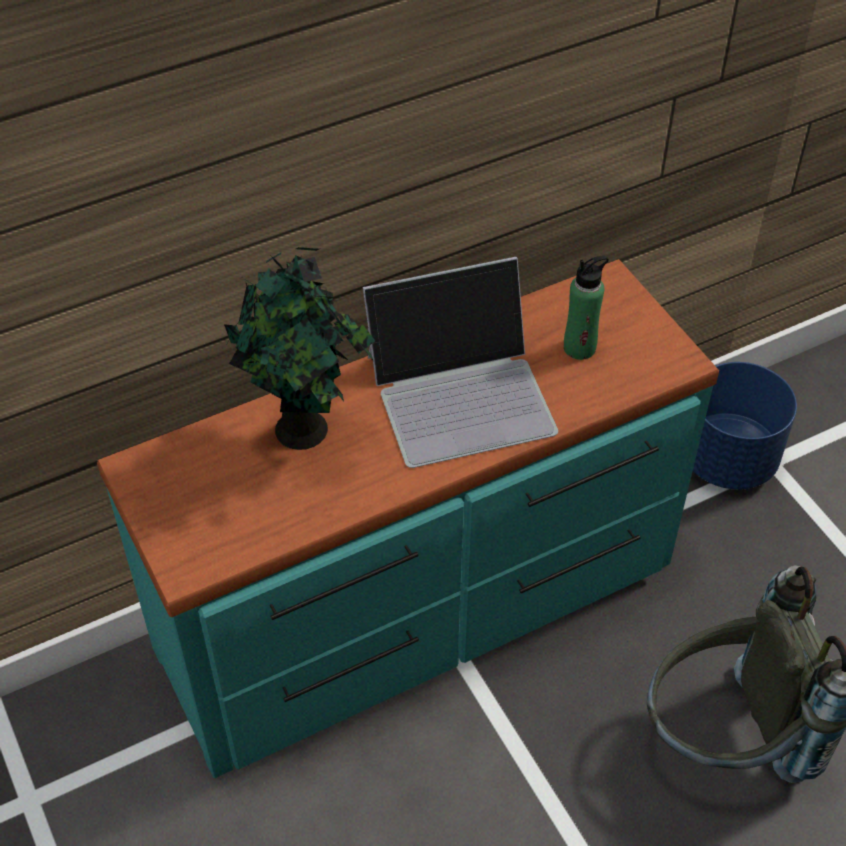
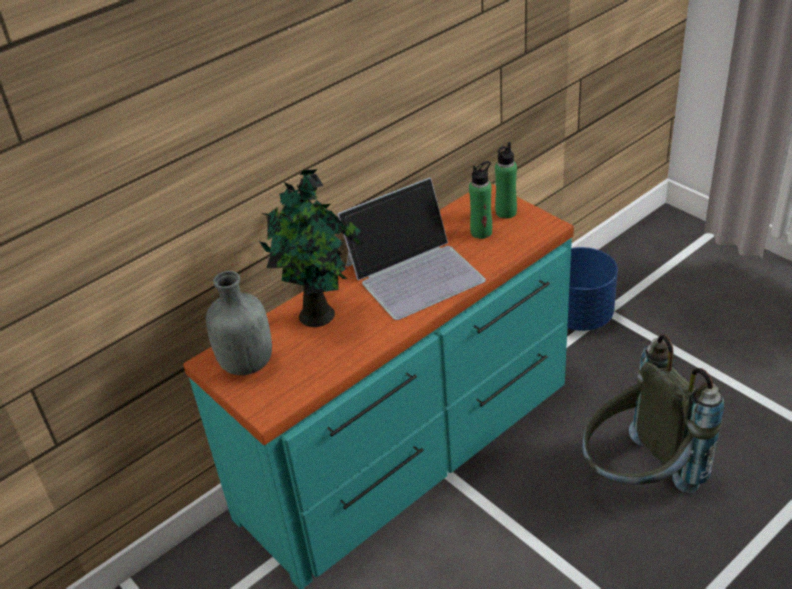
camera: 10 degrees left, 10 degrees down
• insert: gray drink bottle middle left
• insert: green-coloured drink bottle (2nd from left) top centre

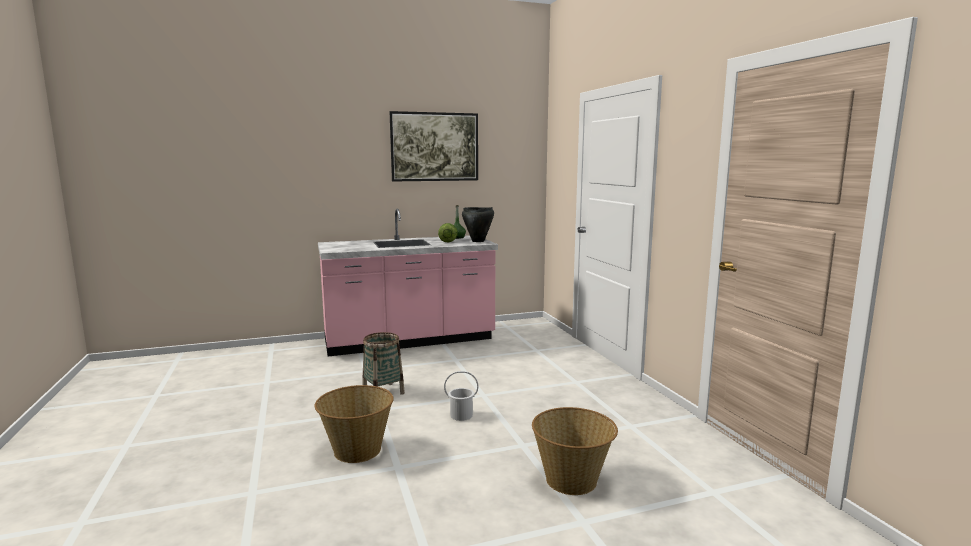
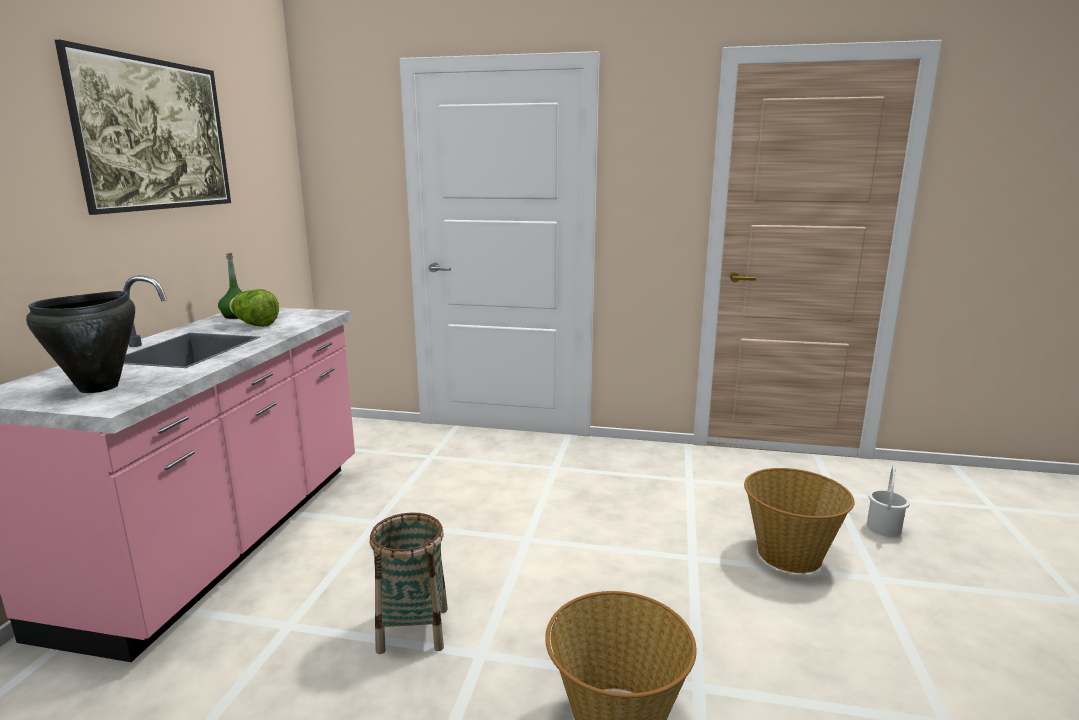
camera: 60 degrees left, 5 degrees up
• move: white bucket bottom centre to bottom right
• move: blackish stockpot centre to middle left

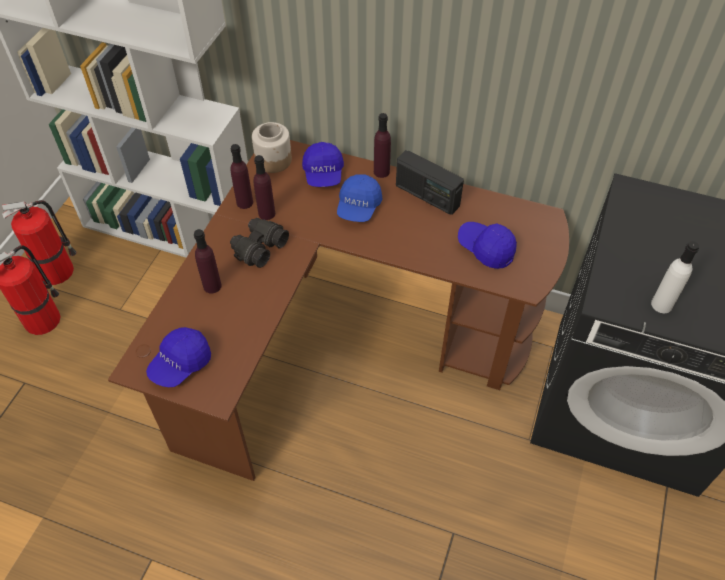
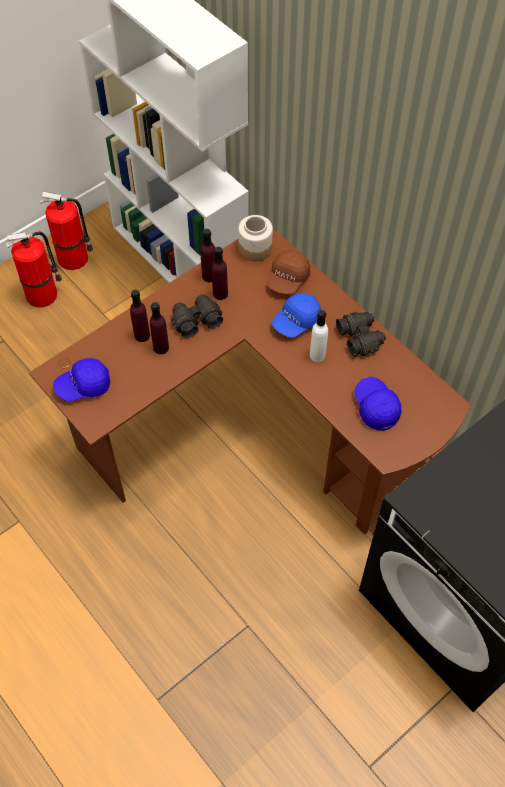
camera: 30 degrees right, 5 degrees up
• recolor: bluish baseball cap (2nd from left) top centre to brown-coloured baseball cap centre
• move: purplish drink bottle (4th from left in the first image) top centre to purplish drink bottle (2nd from left) middle left
• replace: radio receiver top centre to blackish field glasses (2nd from left) middle right
• move: white drink bottle middle right to centre

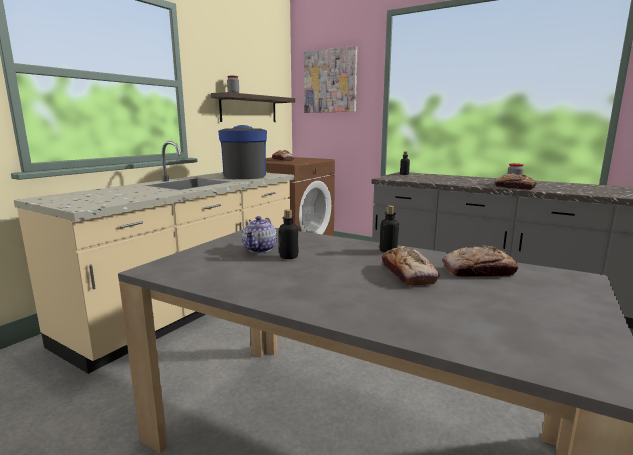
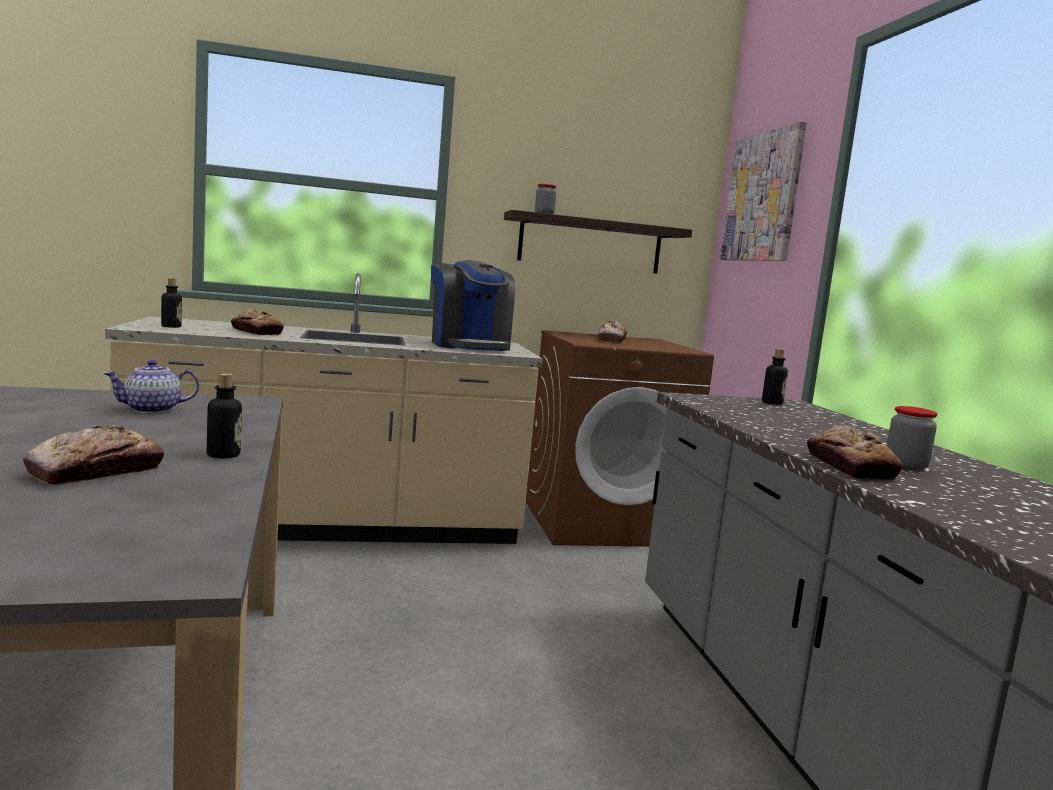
camera: 45 degrees right, 5 degrees down
• rotate: coffee maker centre = centre 120 degrees clockwise
• move: drink bottle (1st from left) centre to middle left
• move: baked bread (3rd from left in the first image) middle right to baked bread (2nd from left) middle left

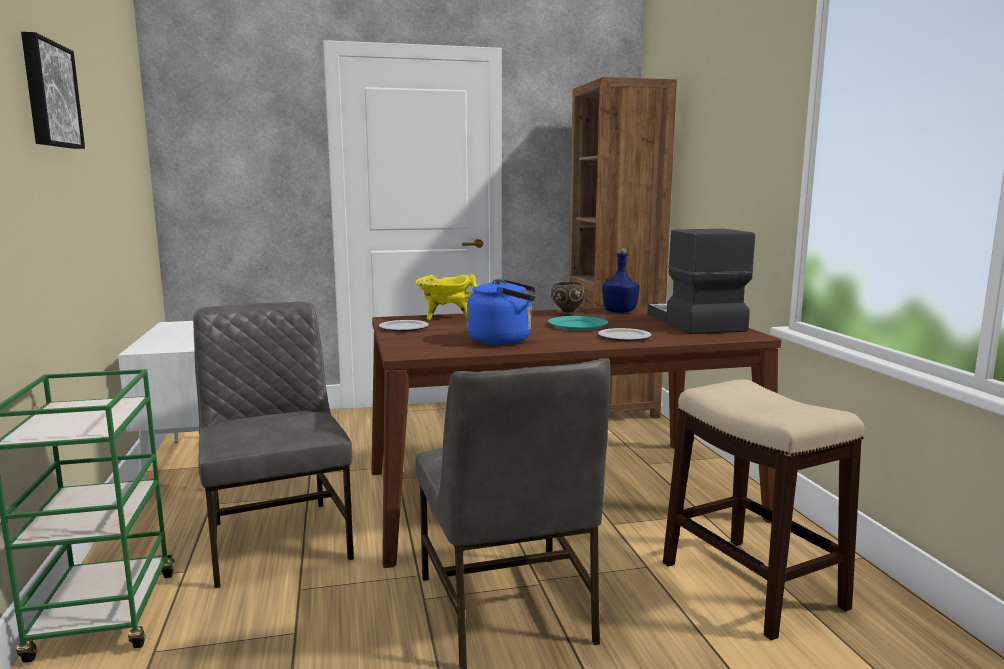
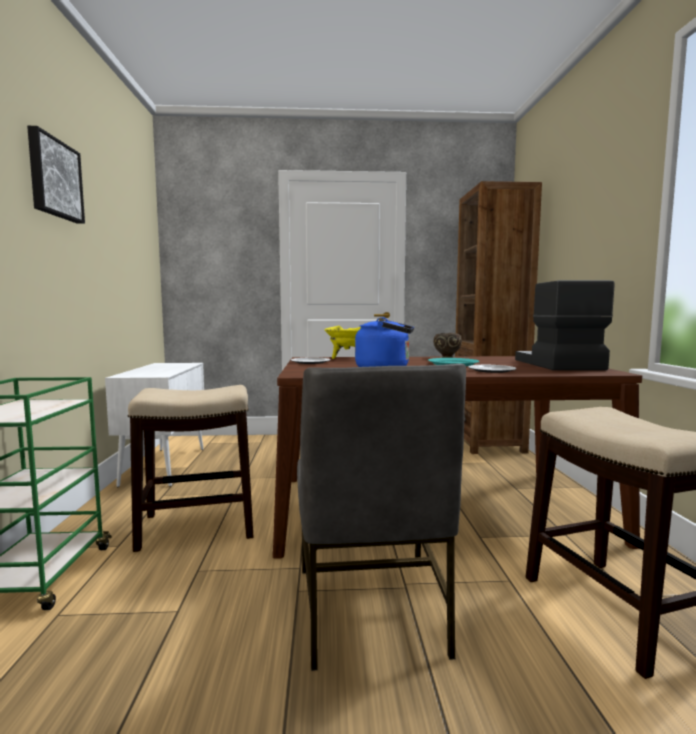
camera: 10 degrees right, 5 degrees down
• replace: gray chair (1st from left) middle left to stool (1st from left) middle left
• delete: bluish drink bottle centre

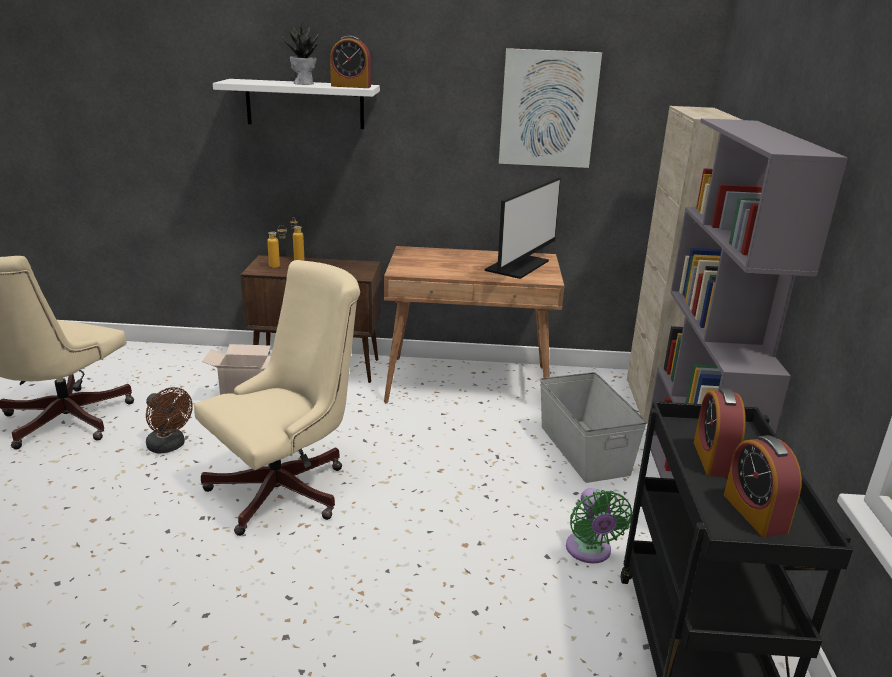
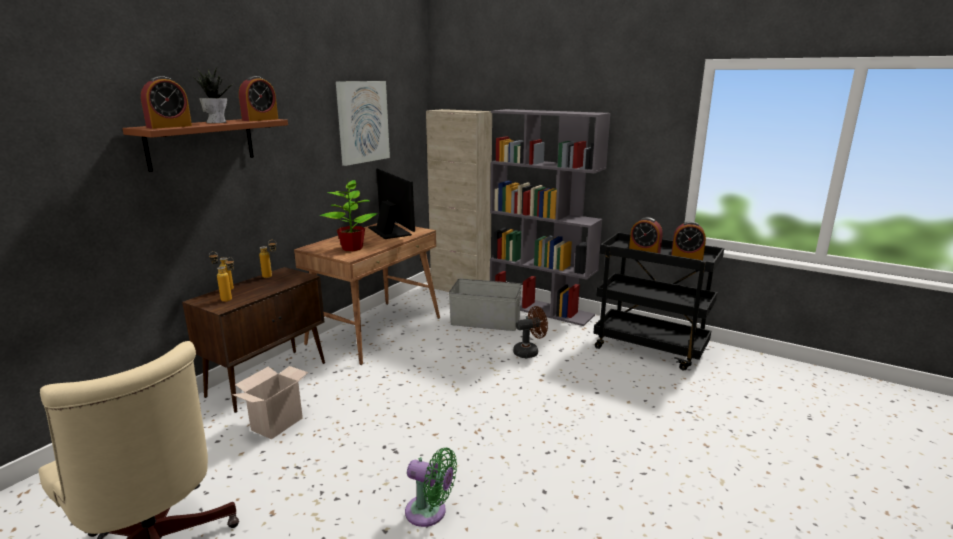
camera: 60 degrees left, 5 degrees down
• move: brown-coloured fan middle left to centre
• delete: beige office chair (2nd from left) middle left
• recolor: white wall shelf top left to brown-coloured wall shelf top left
• move: green-coloured fan bottom right to bottom centre
• insert: bedside clock (1st from left) top left
• insert: drink bottle (3rd from left) middle left
• insert: houseplant (2nd from left) centre

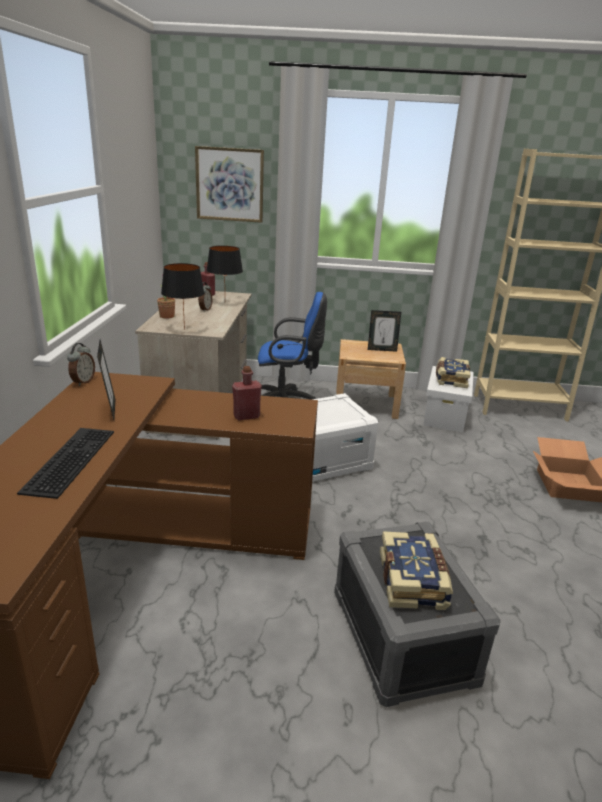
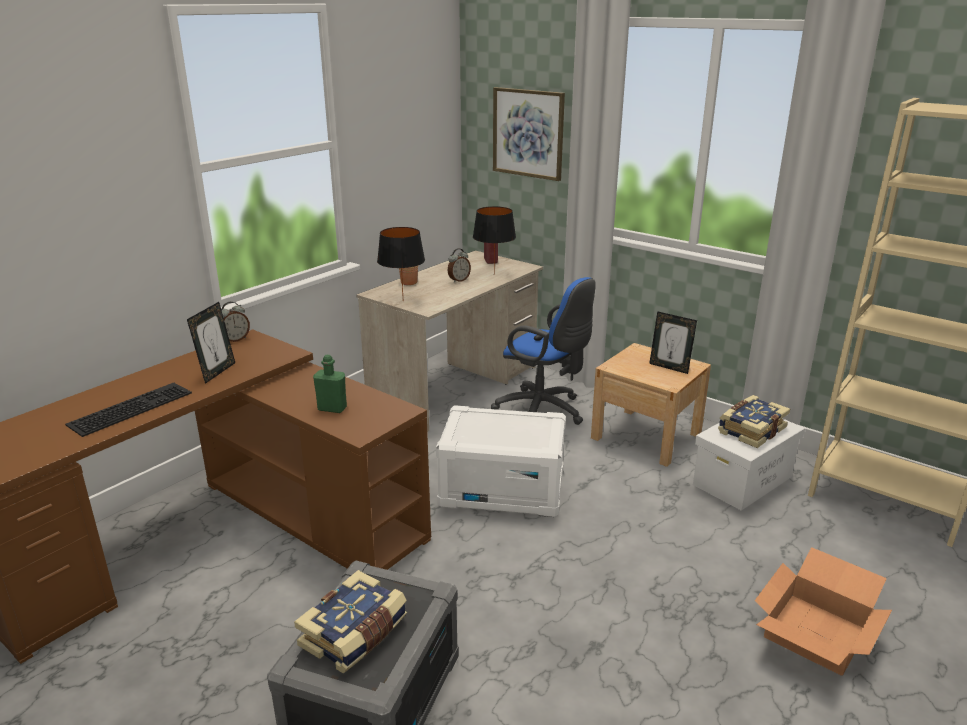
camera: 35 degrees right, 0 degrees up
• recolor: reddish drink bottle (2nd from left) centre to green-coloured drink bottle centre

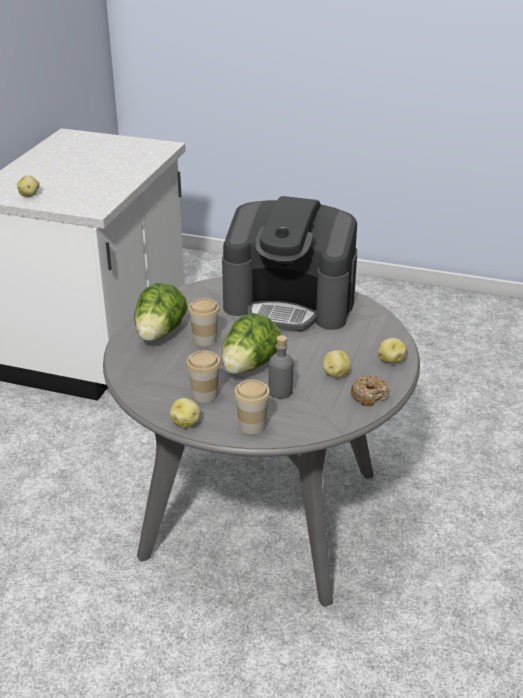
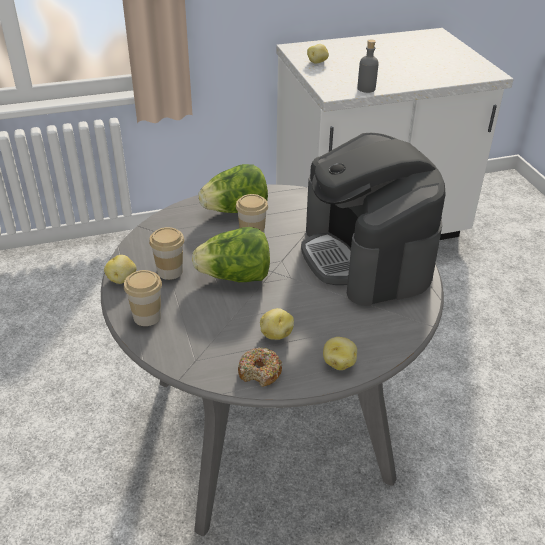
camera: 55 degrees right, 5 degrees up
• move: gray drink bottle centre to top right

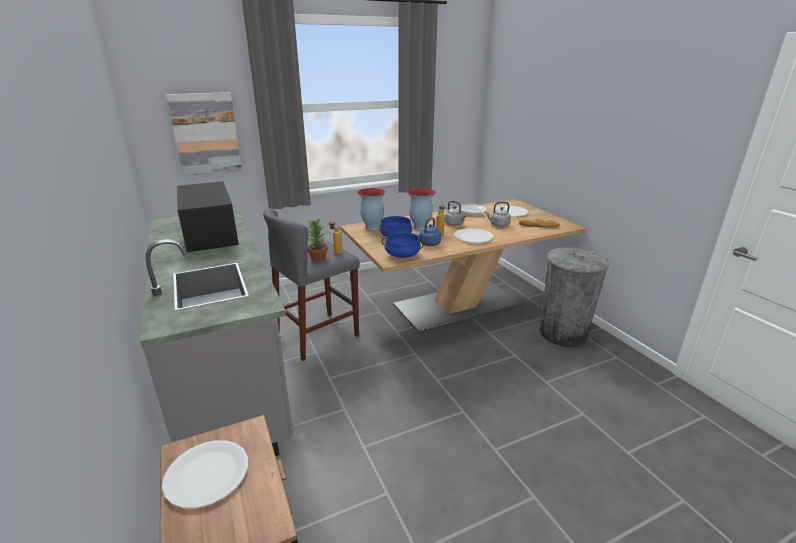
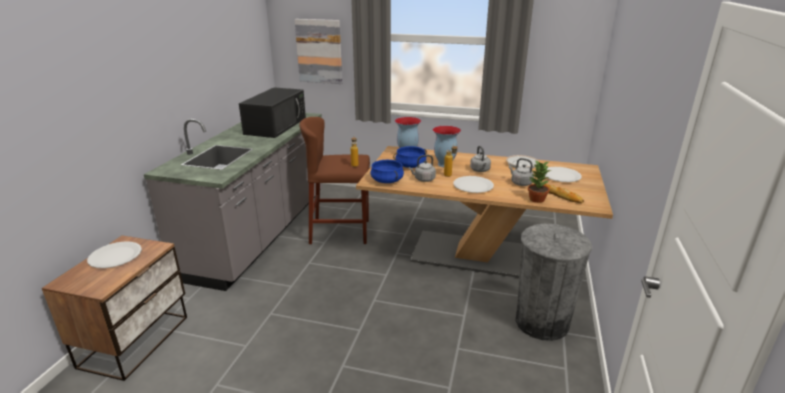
camera: 40 degrees right, 0 degrees up
• recolor: gray stool centre to brown-coloured stool centre
• move: houseplant centre to middle right
• recolor: bluish kettle centre to gray kettle (1st from left) centre

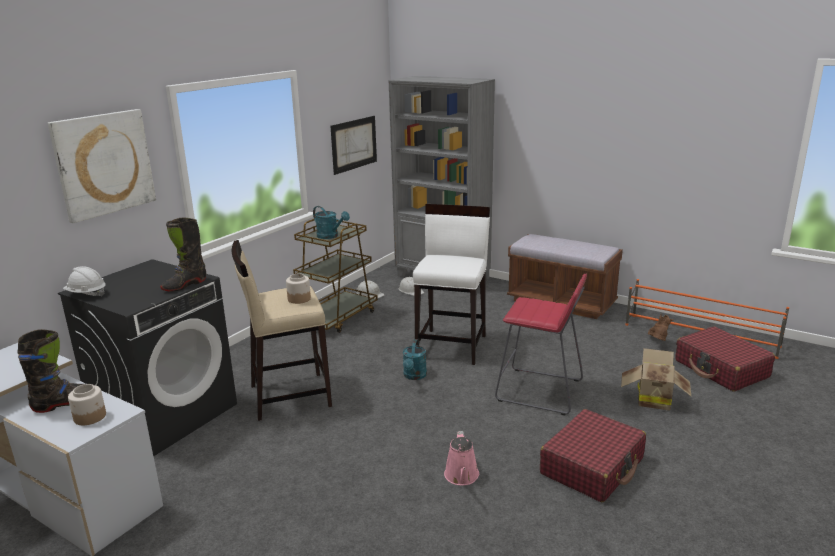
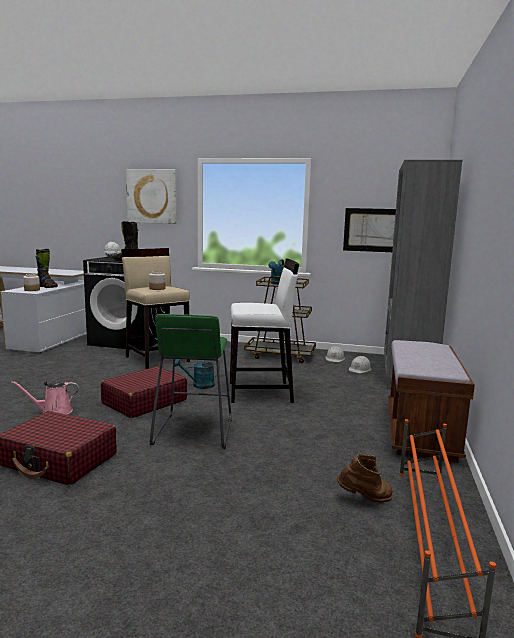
camera: 70 degrees right, 10 degrees down
• recolor: reddish stool centre to green-coloured stool centre
• delete: packing box bottom right
• move: reddish piece of luggage (2nd from left) middle right to middle left

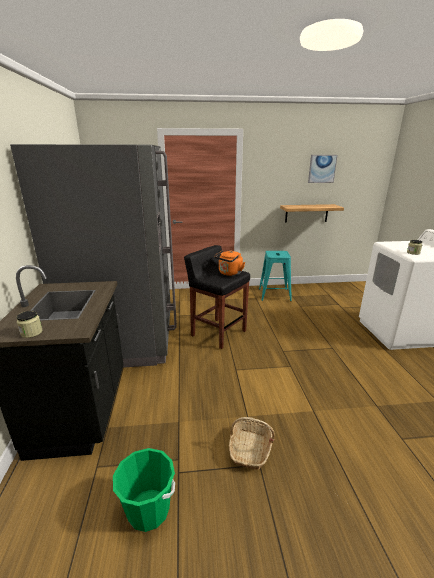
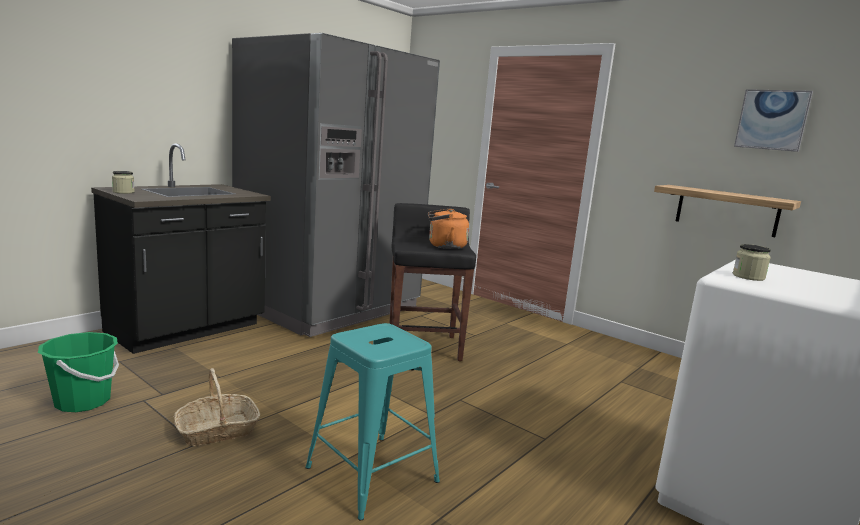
camera: 45 degrees right, 10 degrees down
• move: blue-green stool centre to bottom centre

